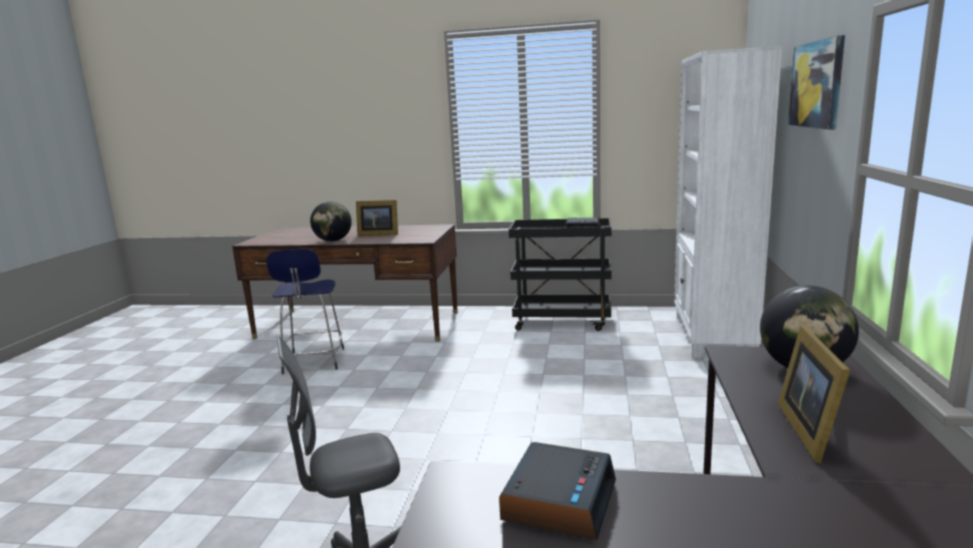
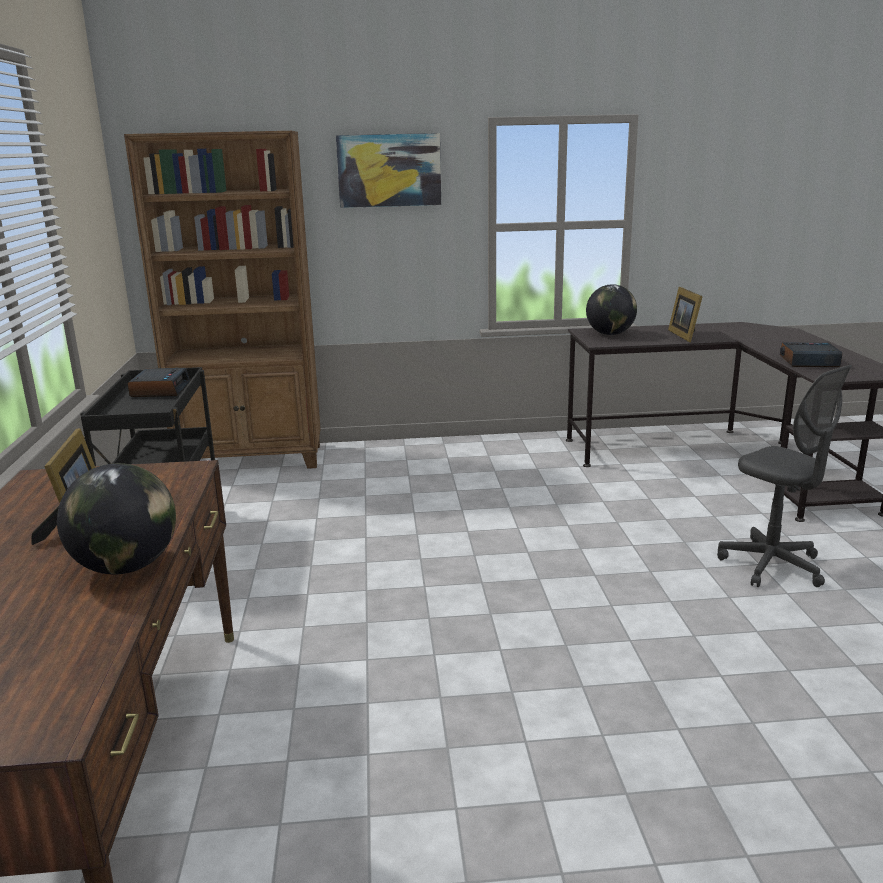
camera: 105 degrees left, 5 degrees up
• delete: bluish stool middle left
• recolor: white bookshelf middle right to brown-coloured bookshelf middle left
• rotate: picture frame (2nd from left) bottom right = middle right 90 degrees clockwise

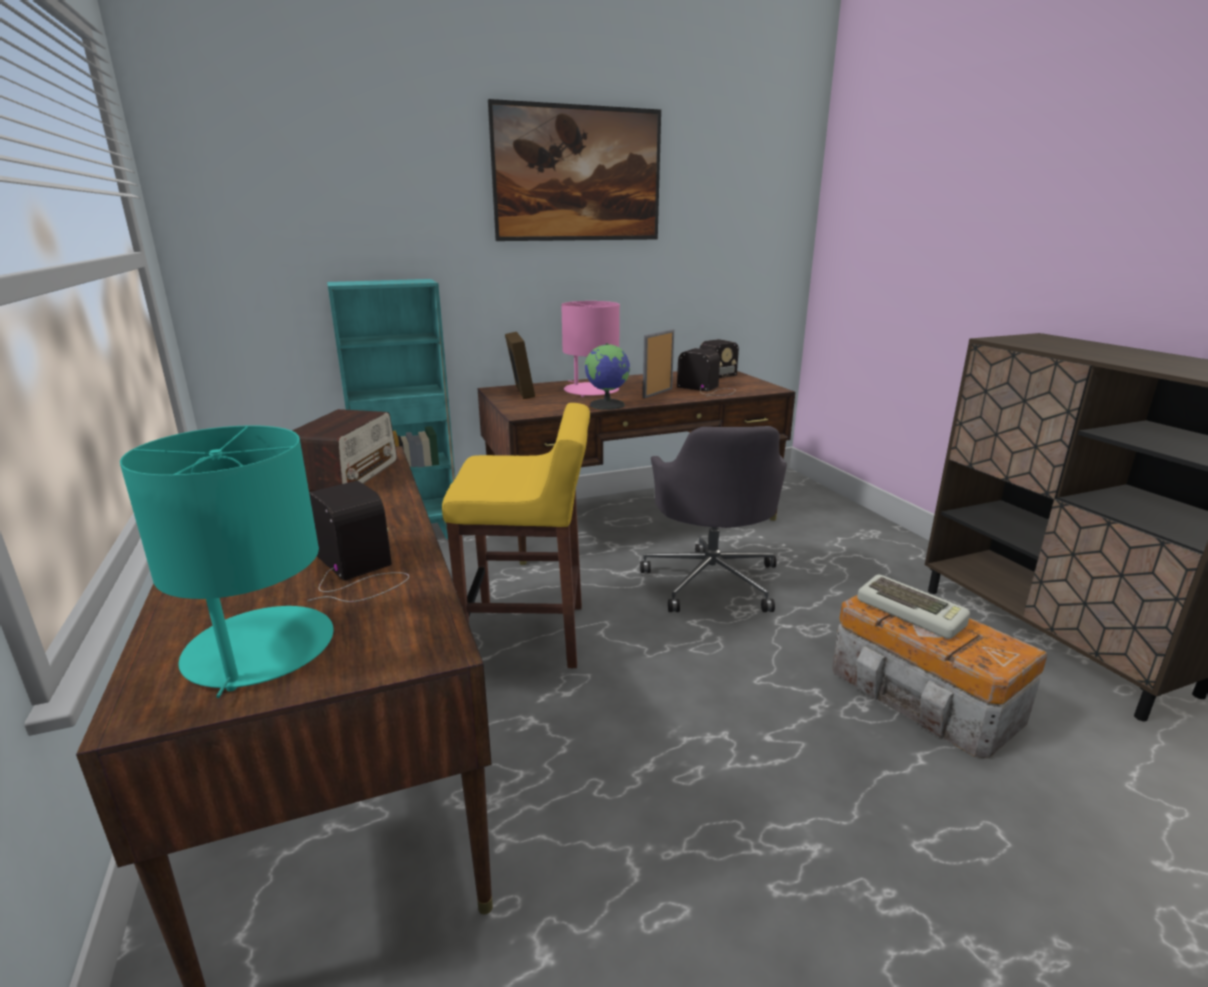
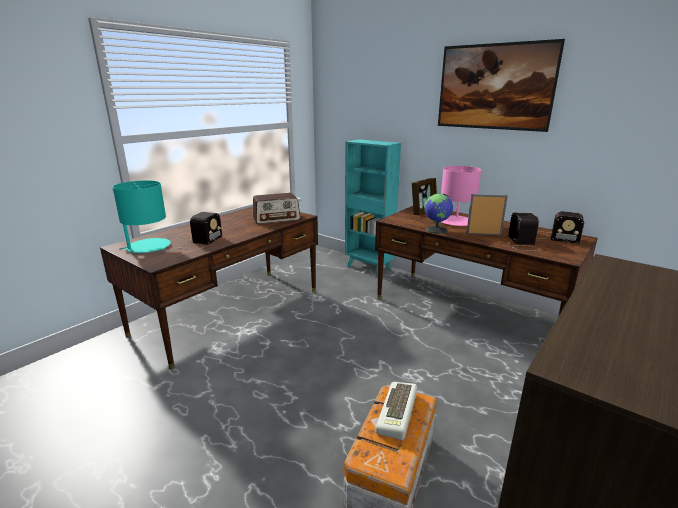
camera: 60 degrees right, 0 degrees up
• delete: yellow stool centre
• delete: gray office chair centre

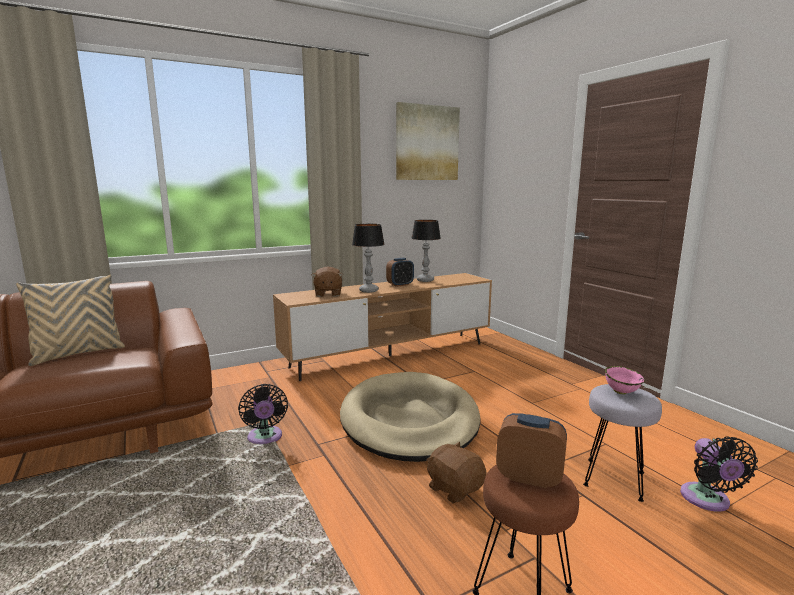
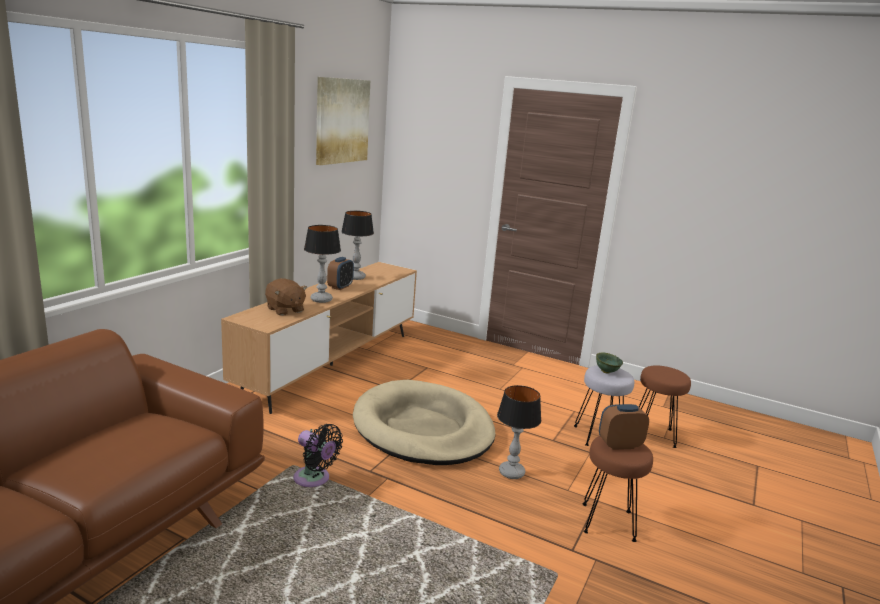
camera: 35 degrees left, 5 degrees up
• delete: beige throw pillow middle left
• replace: brown-coloured cuddly toy (2nd from left) bottom centre to tabletop lamp (3rd from left) bottom centre
• recolor: pinkish serving bowl middle right to green-coloured serving bowl middle right
• replace: blackish fan (2nd from left) bottom right to brown-coloured stool (2nd from left) bottom right

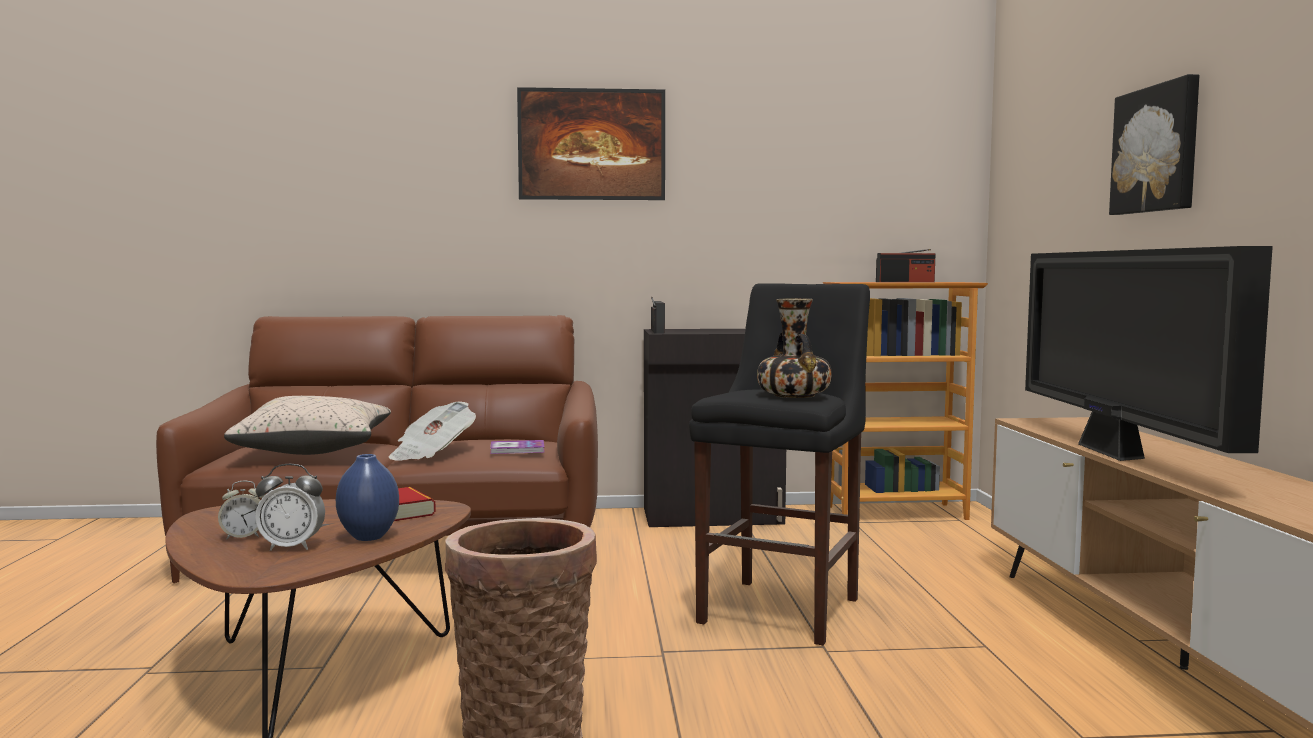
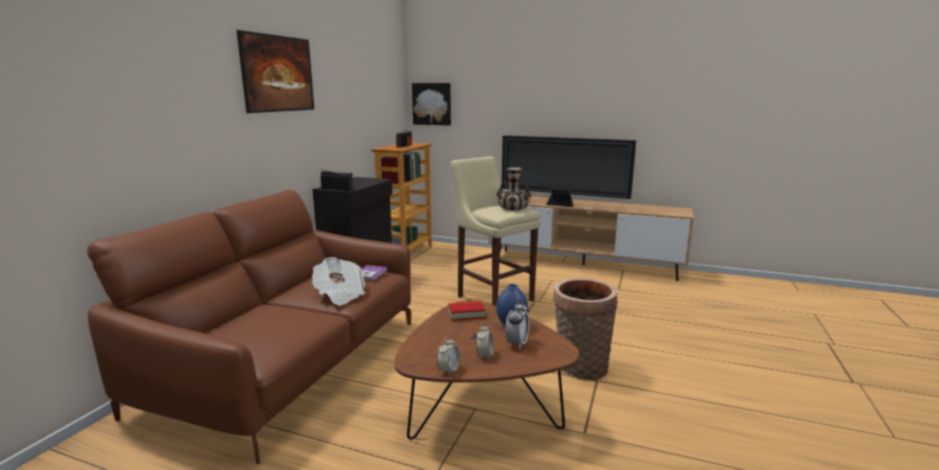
camera: 65 degrees left, 10 degrees up
• delete: beige throw pillow middle left
• recolor: blackish stool centre to beige stool centre
• move: wall picture (2nd from left) top right to top centre
• insert: bedside clock (1st from left) bottom centre

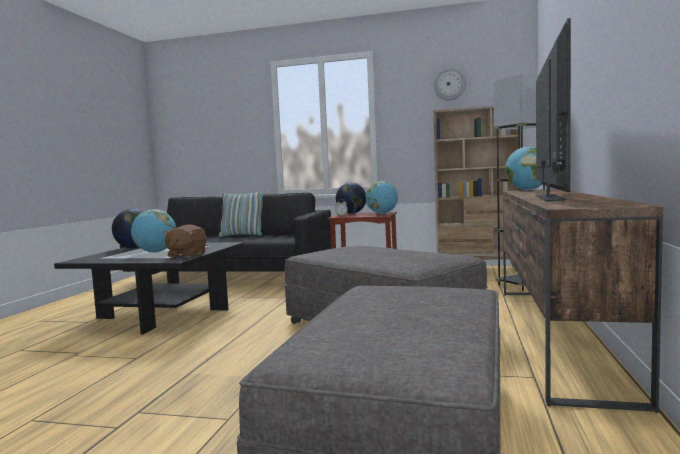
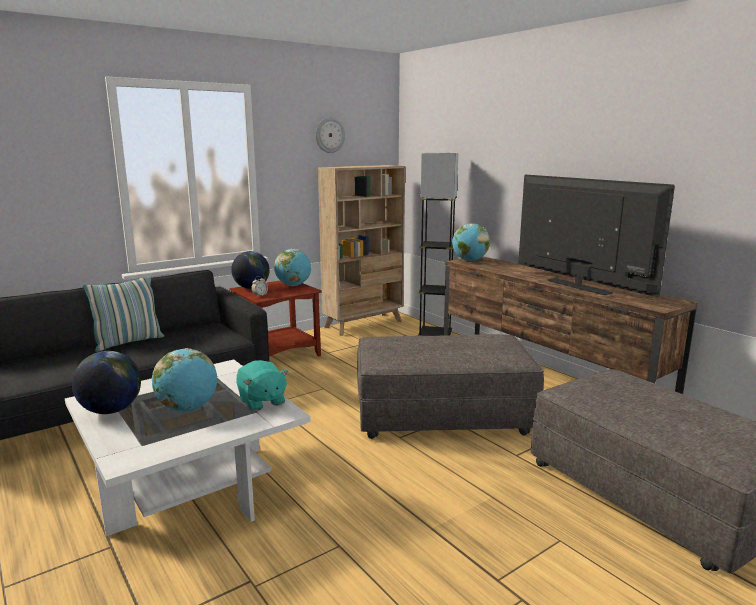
camera: 50 degrees left, 10 degrees up
• recolor: blackish coffee table middle left to white coffee table bottom left
• recolor: brown-coloured cuddly toy middle left to blue-green cuddly toy centre

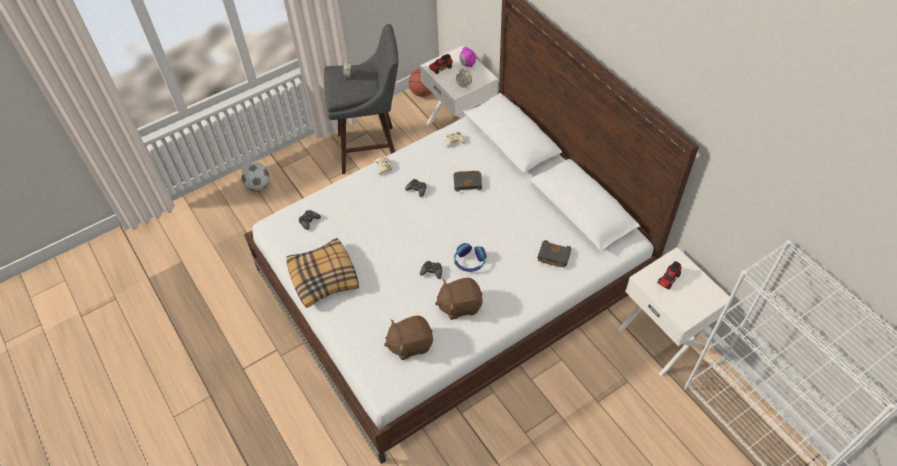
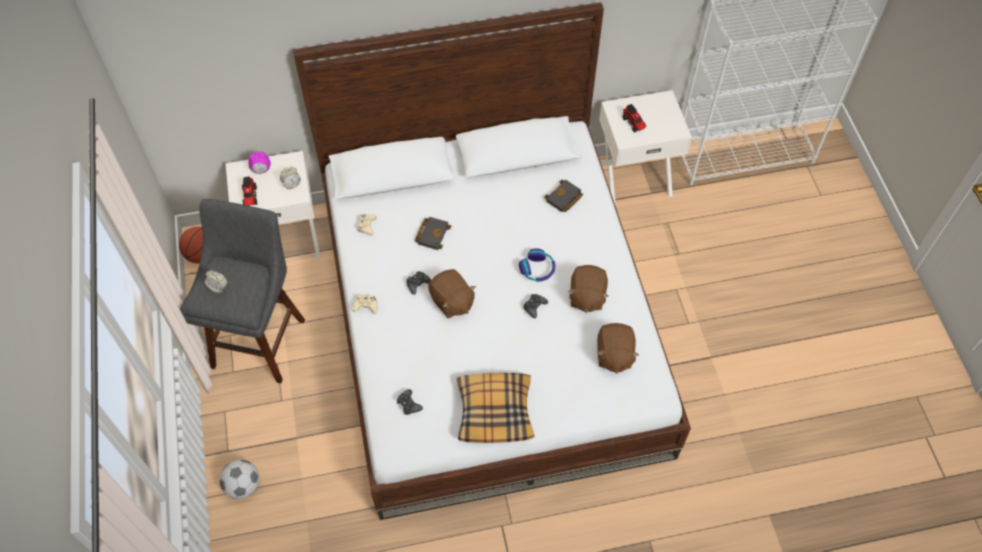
camera: 70 degrees left, 5 degrees up
• insert: brown-coloured cuddly toy (1st from left) centre

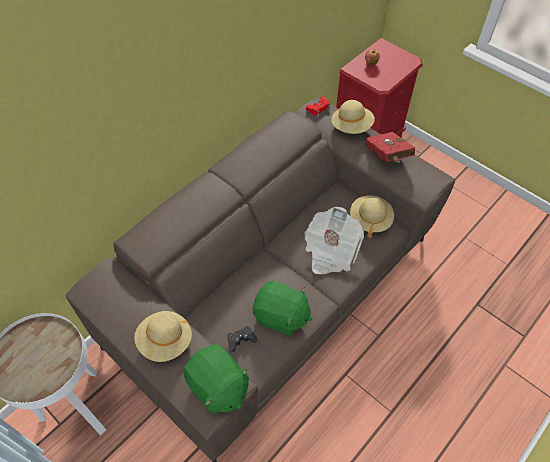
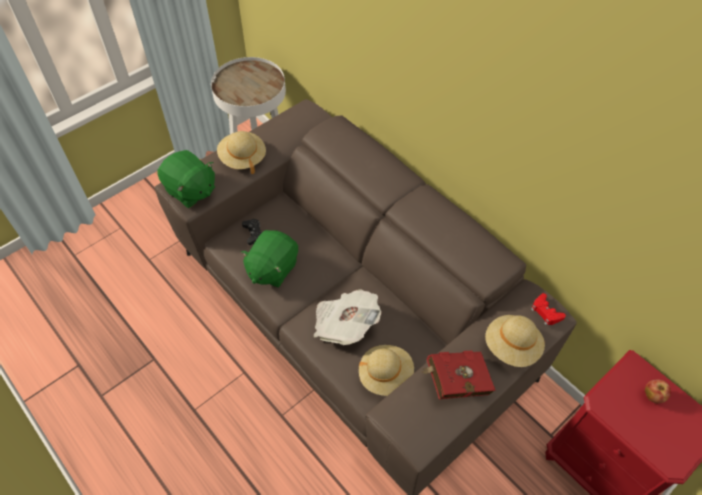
camera: 95 degrees right, 0 degrees up
• rotate: green-coloured cuddly toy (1st from left) bottom centre = middle left 105 degrees counterclockwise

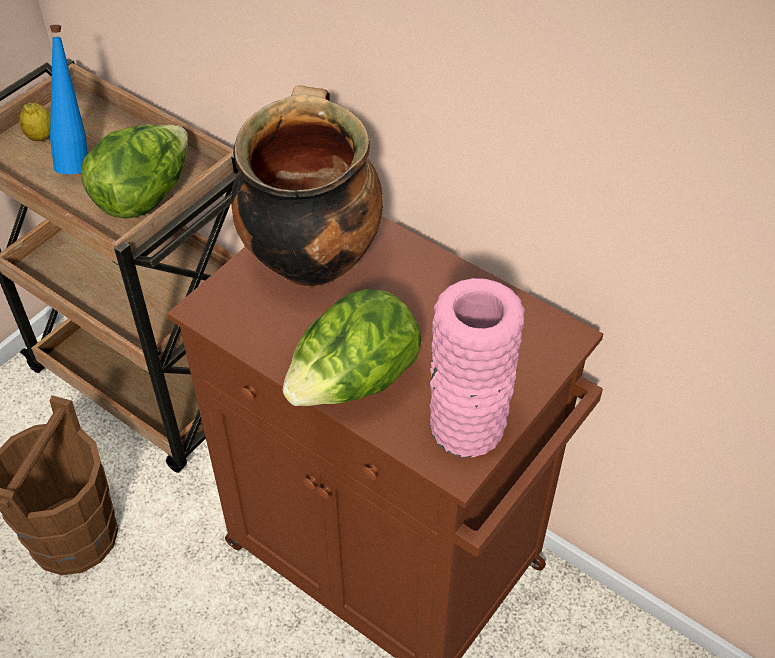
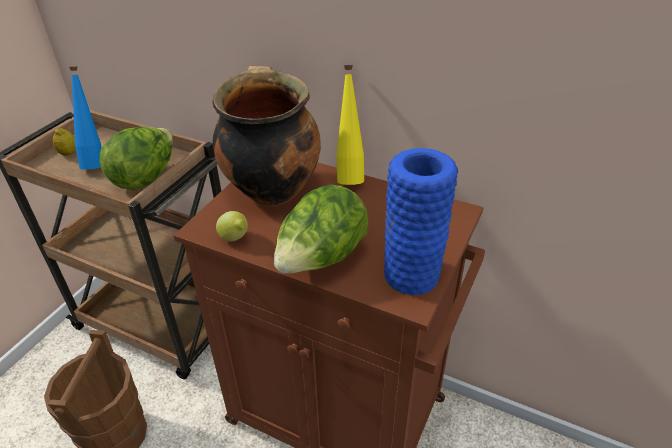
camera: 10 degrees left, 10 degrees down
• recolor: pinkish flower vase centre to bluish flower vase centre
• insert: lemon (2nd from left) centre
• insert: yellow drink bottle top centre

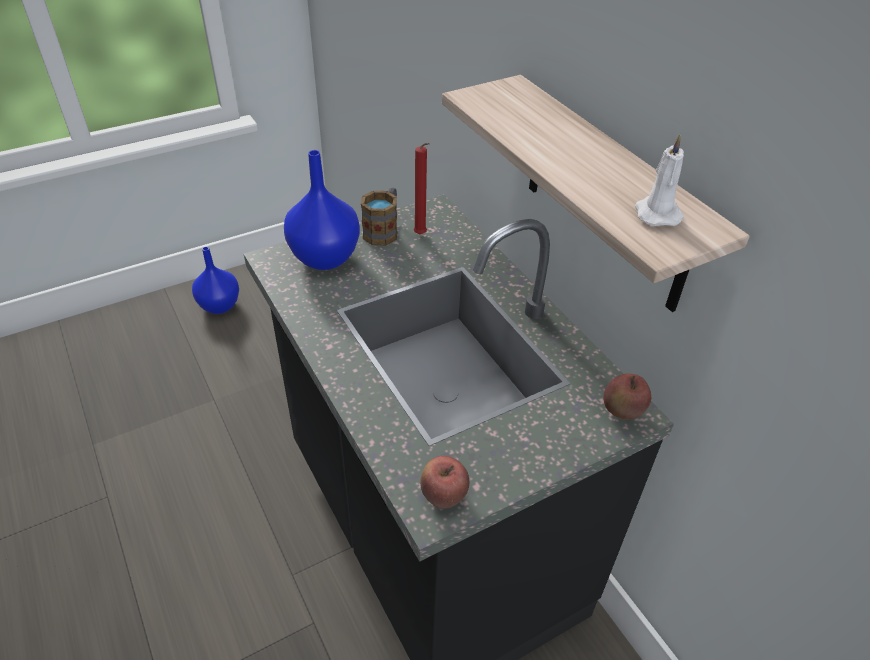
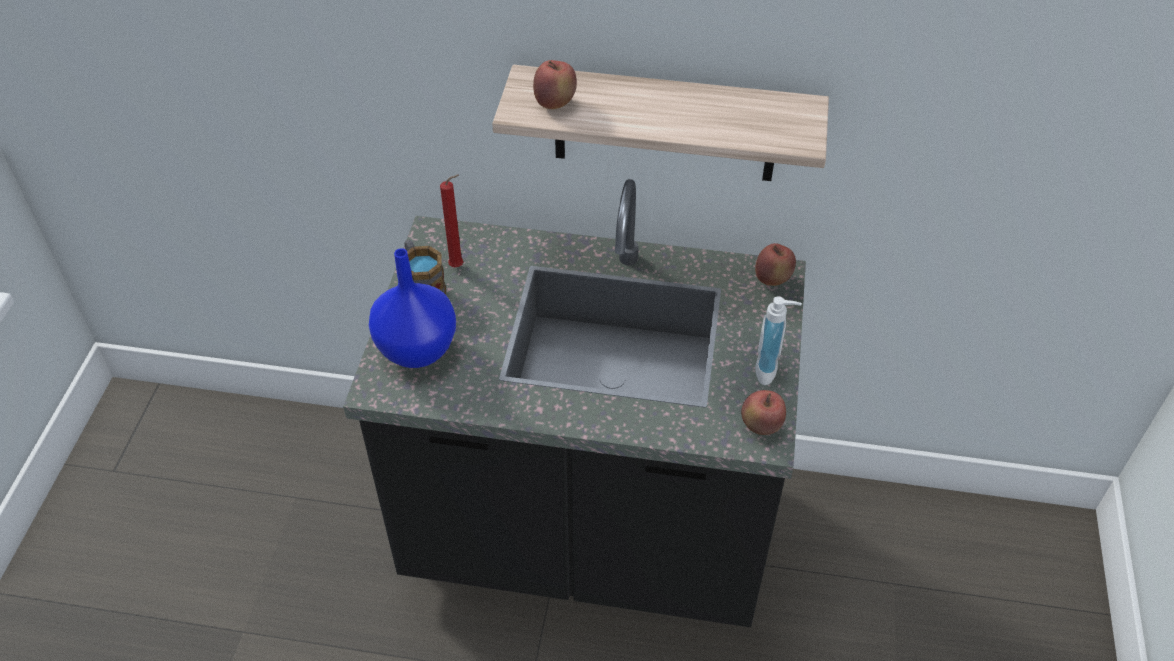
camera: 50 degrees left, 5 degrees up
• delete: bluish flower vase (1st from left) middle left
• delete: white wax light top right
• insert: apple fruit (1st from left) top centre
• insert: soap dispenser centre

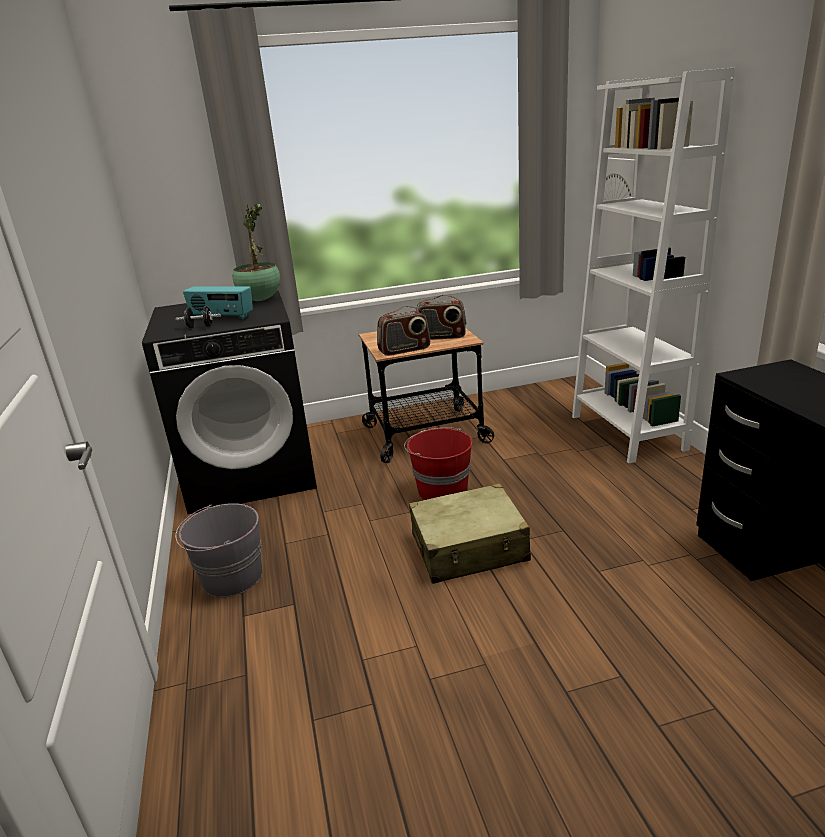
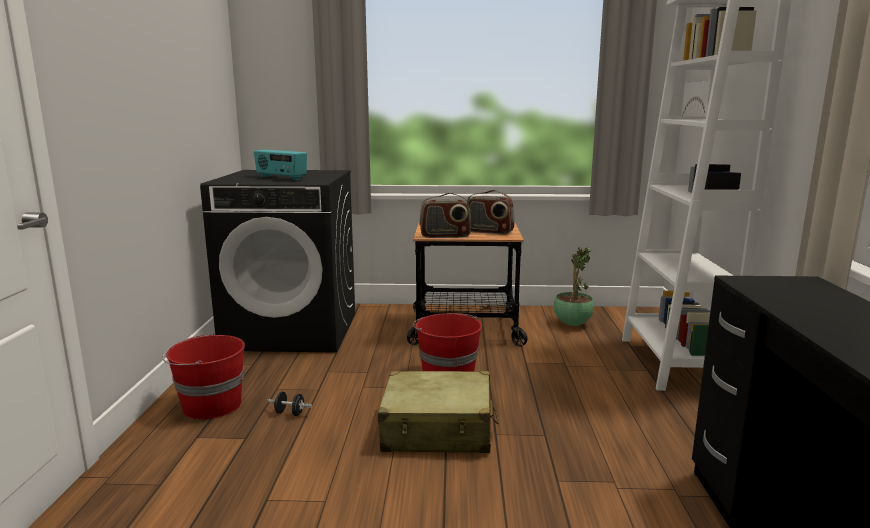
camera: 15 degrees right, 10 degrees down
• recolor: gray bucket middle left to reddish bucket (1st from left) bottom left
• move: blackish free weight middle left to bottom left
• move: houseplant top left to centre

